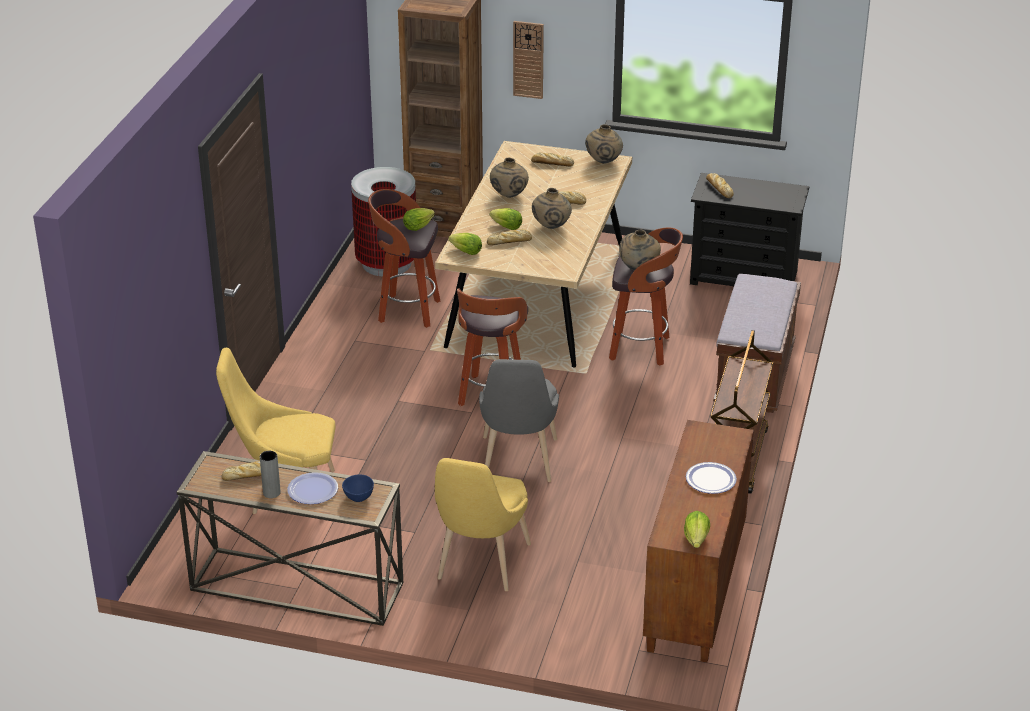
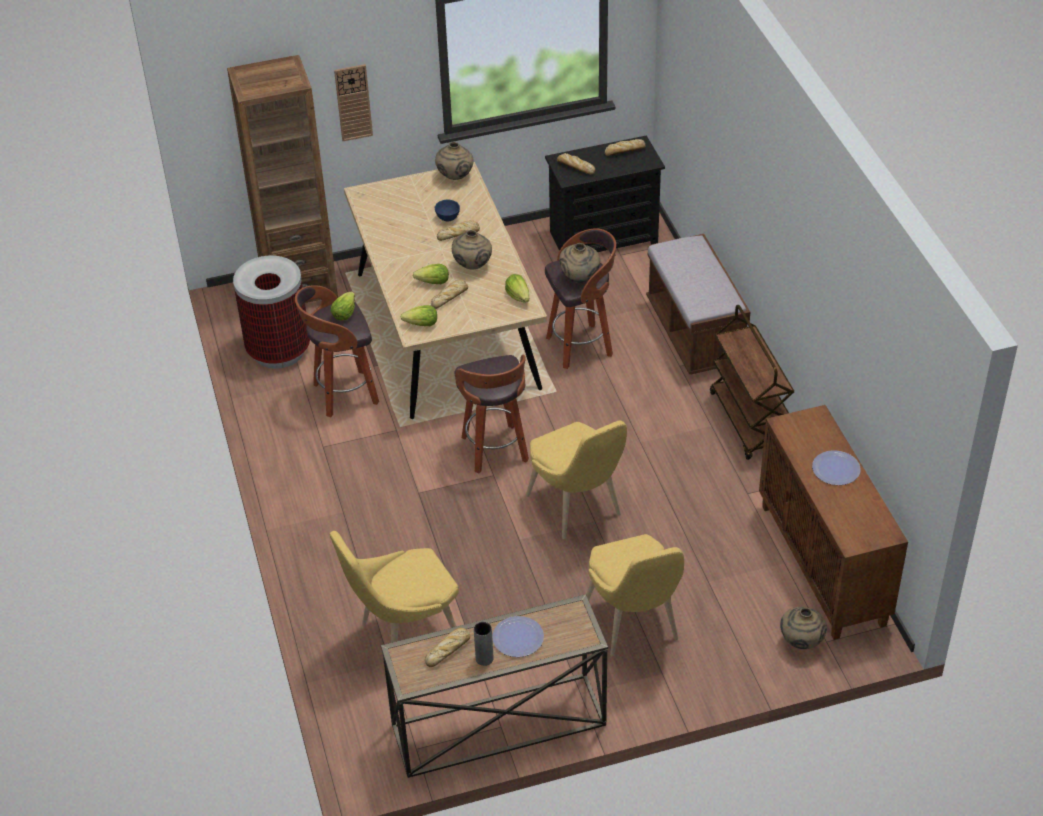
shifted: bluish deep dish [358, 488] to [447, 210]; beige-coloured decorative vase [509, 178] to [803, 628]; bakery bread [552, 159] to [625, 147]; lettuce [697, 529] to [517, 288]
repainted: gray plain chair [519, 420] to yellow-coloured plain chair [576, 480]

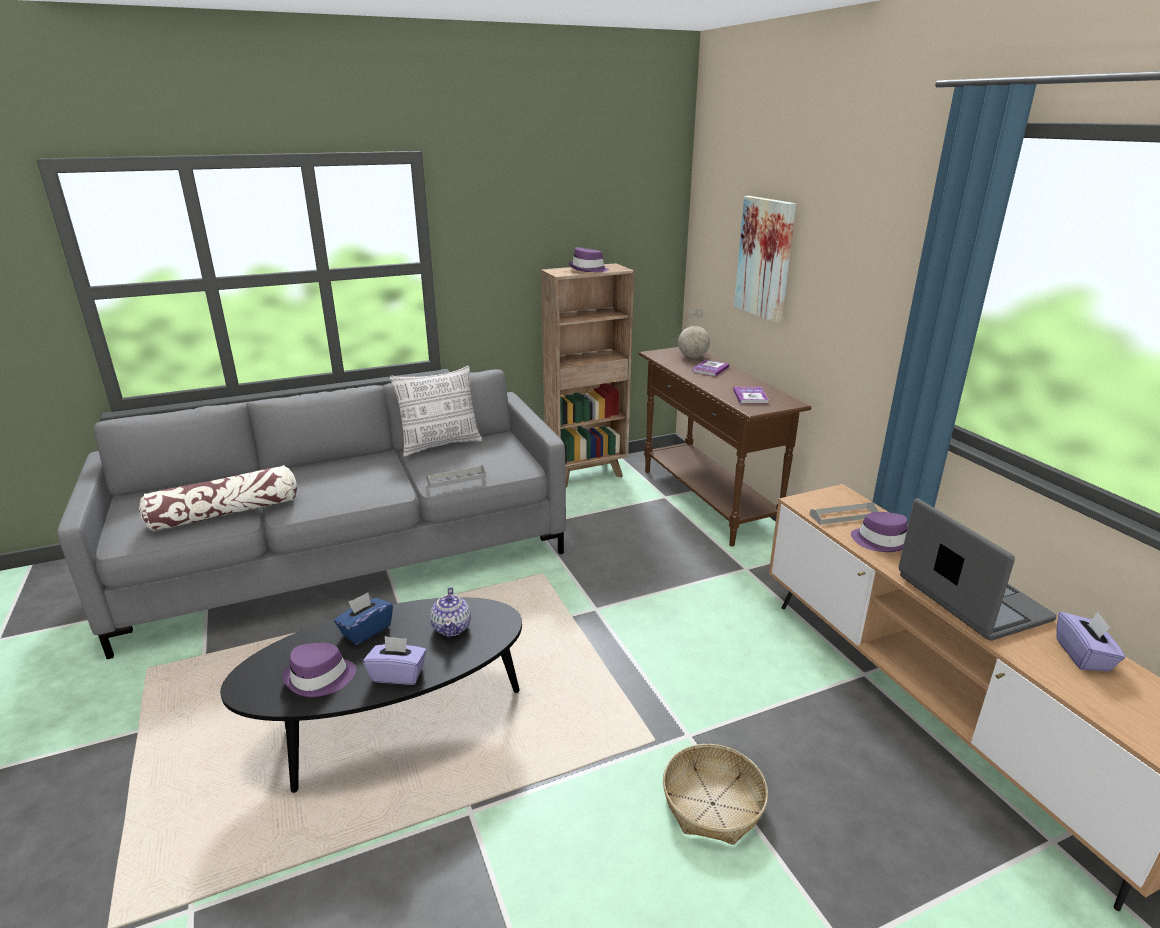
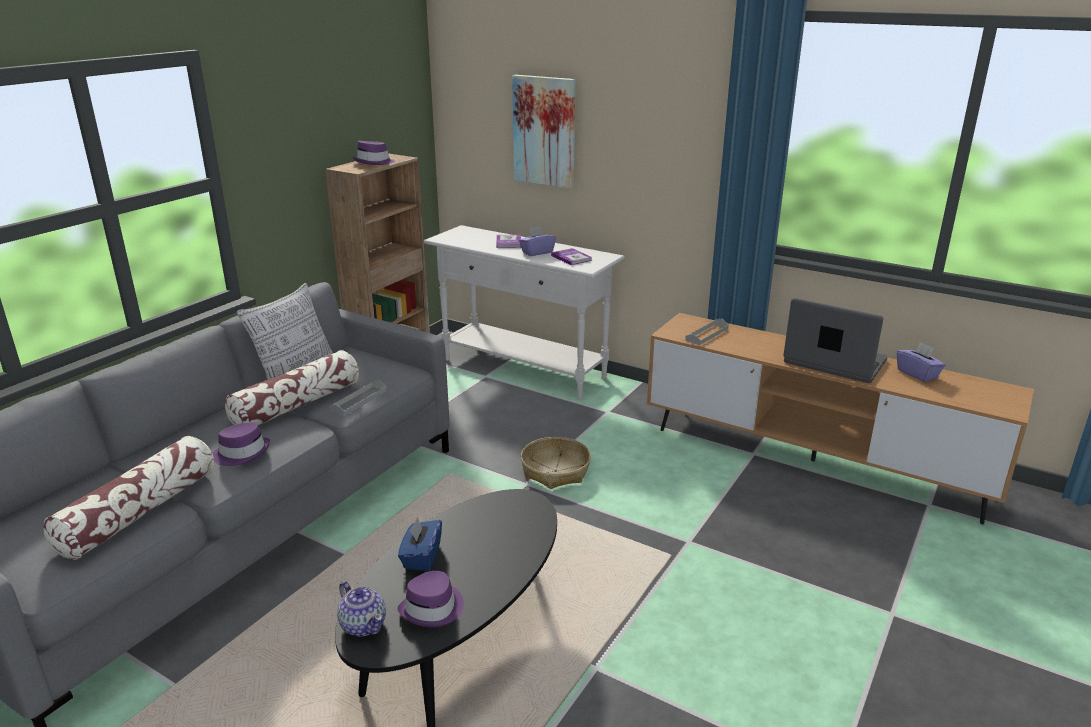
gone: globe [694, 333]
new: pillow [292, 387]
shifted: purple-coloured tissue box [395, 660] to [537, 241]; teapot [450, 612] to [361, 608]; basket [715, 794] to [556, 463]; purple-coloured clothing hat [879, 532] to [241, 444]
repainted: brownish hall table [725, 447] to white-coloured hall table [524, 312]

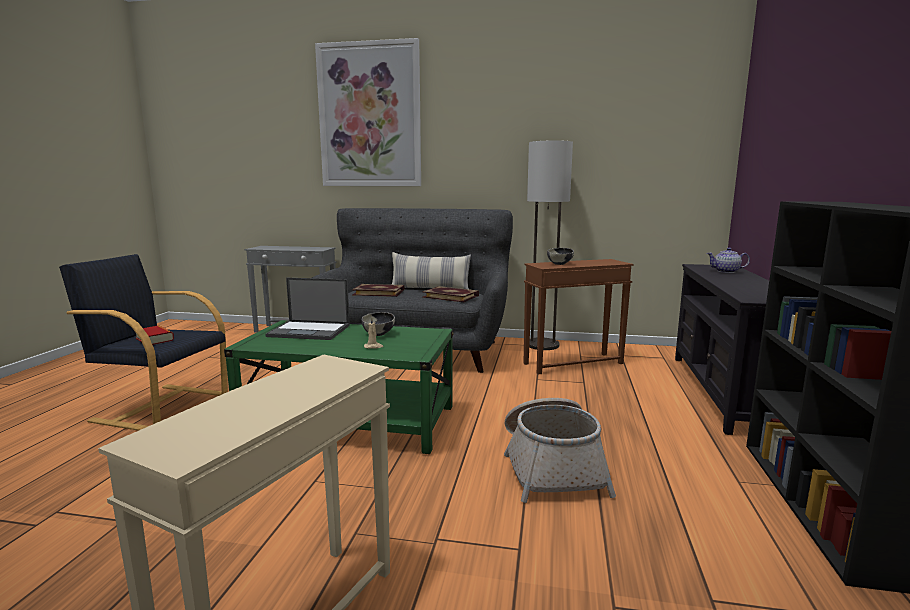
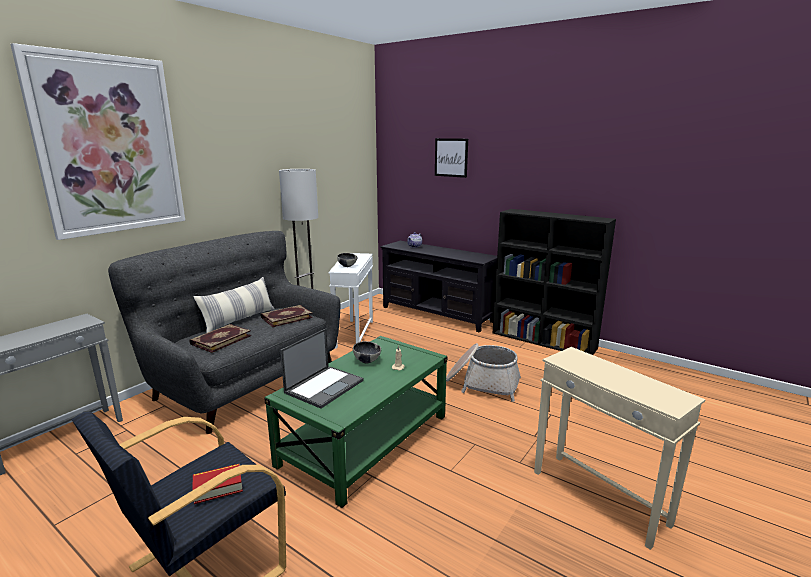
new: wall picture [451, 158]
repainted: brownish end table [578, 317] to white-coloured end table [350, 301]

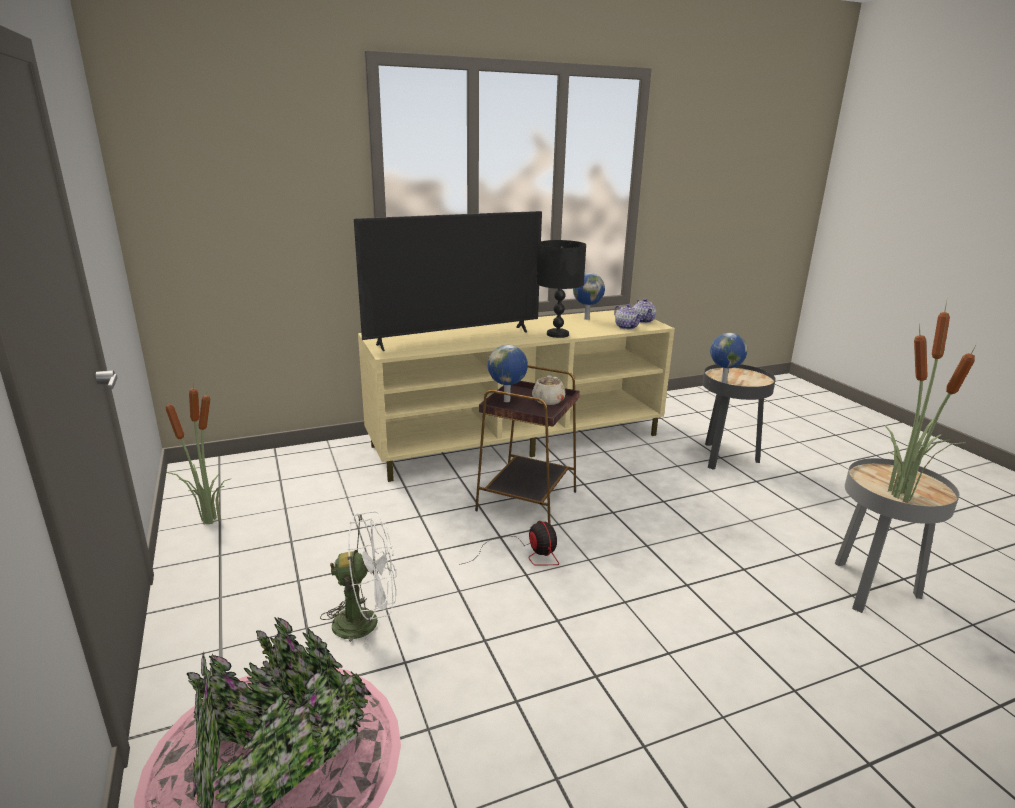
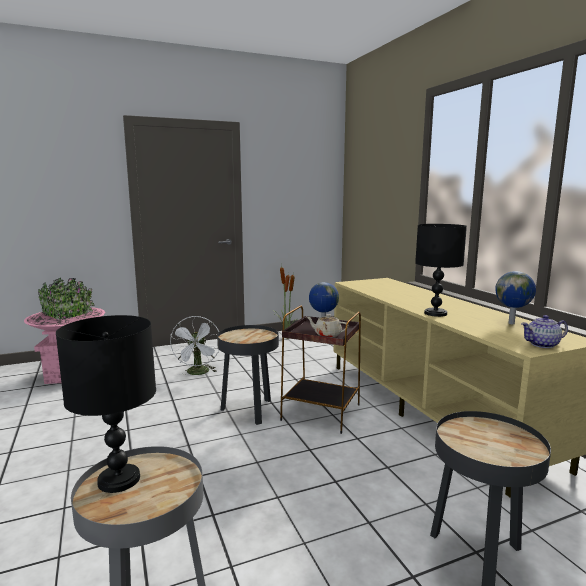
gone: TV [448, 281]; teapot [628, 317]; globe [729, 358]
swapped: cooling fan [509, 543] to black end table [248, 375]; houseplant [931, 402] to black tabletop lamp [106, 404]

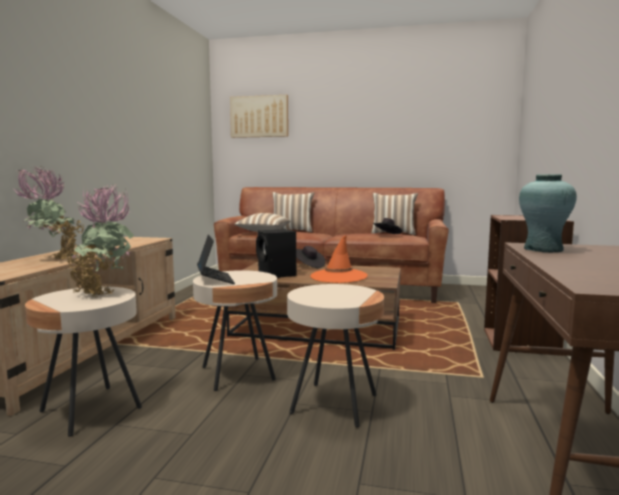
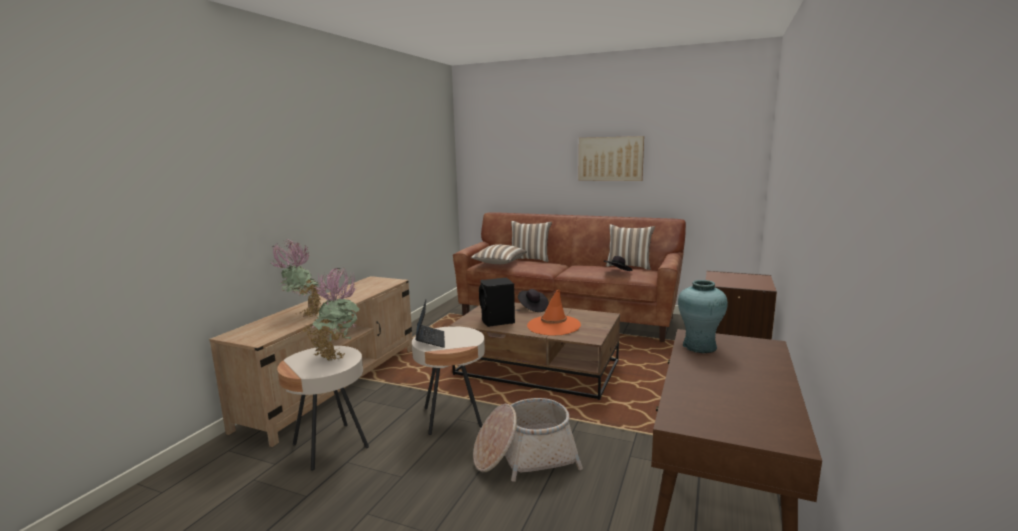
shifted: wall picture [259, 116] to [611, 158]
swapped: beige-coloured end table [335, 355] to basket [528, 440]

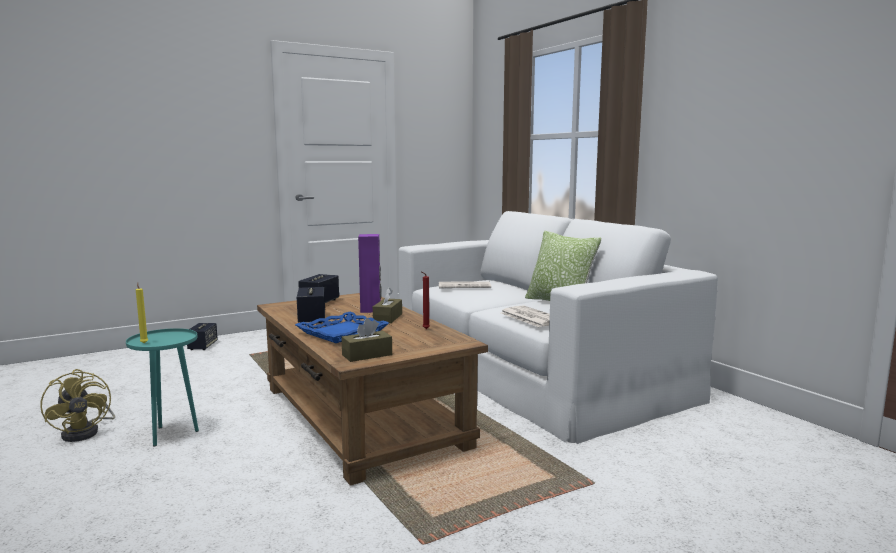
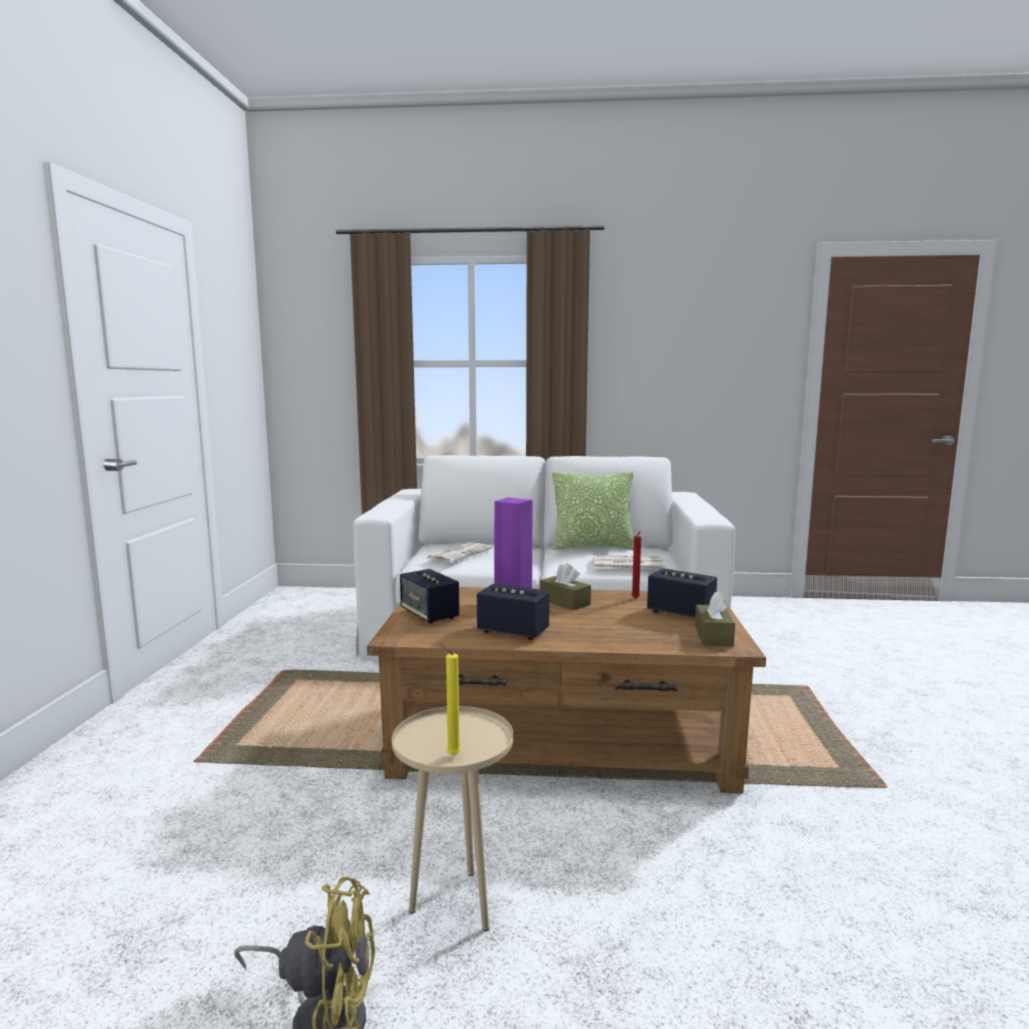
gone: bluish tray [342, 327]
shifted: speaker [202, 336] to [682, 593]
repainted: turquoise end table [162, 387] to beige-coloured end table [452, 818]

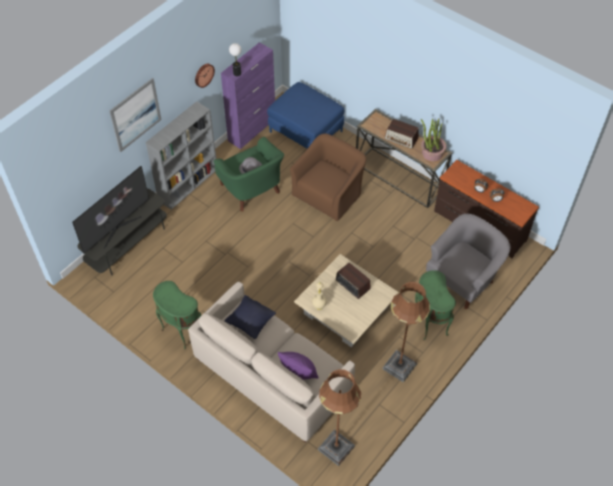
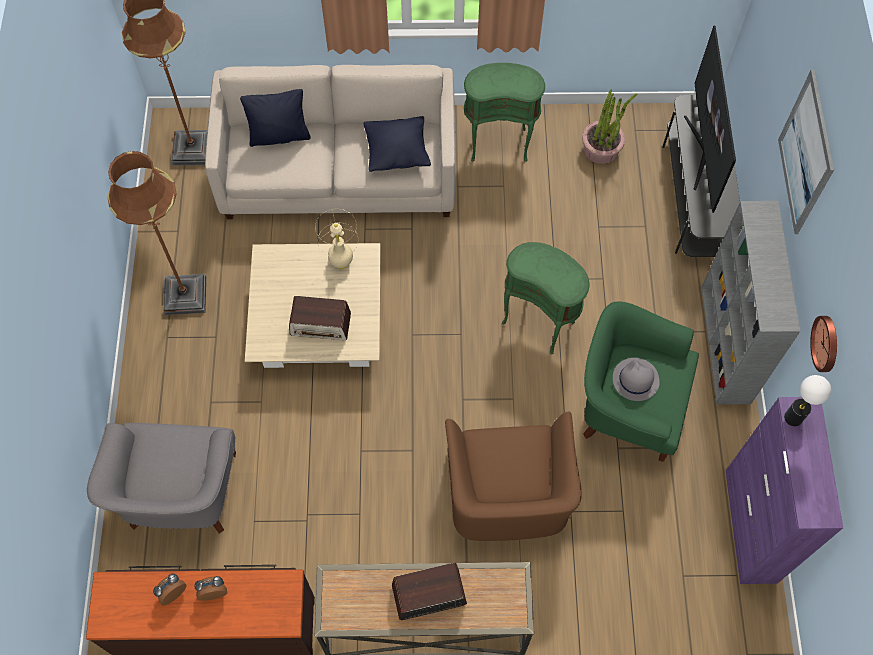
gone: bluish ottoman [305, 115]
shifted: green end table [435, 305] to [545, 298]; houseplant [434, 139] to [609, 126]
repainted: purple-coloured pillow [298, 365] to black pillow [275, 118]

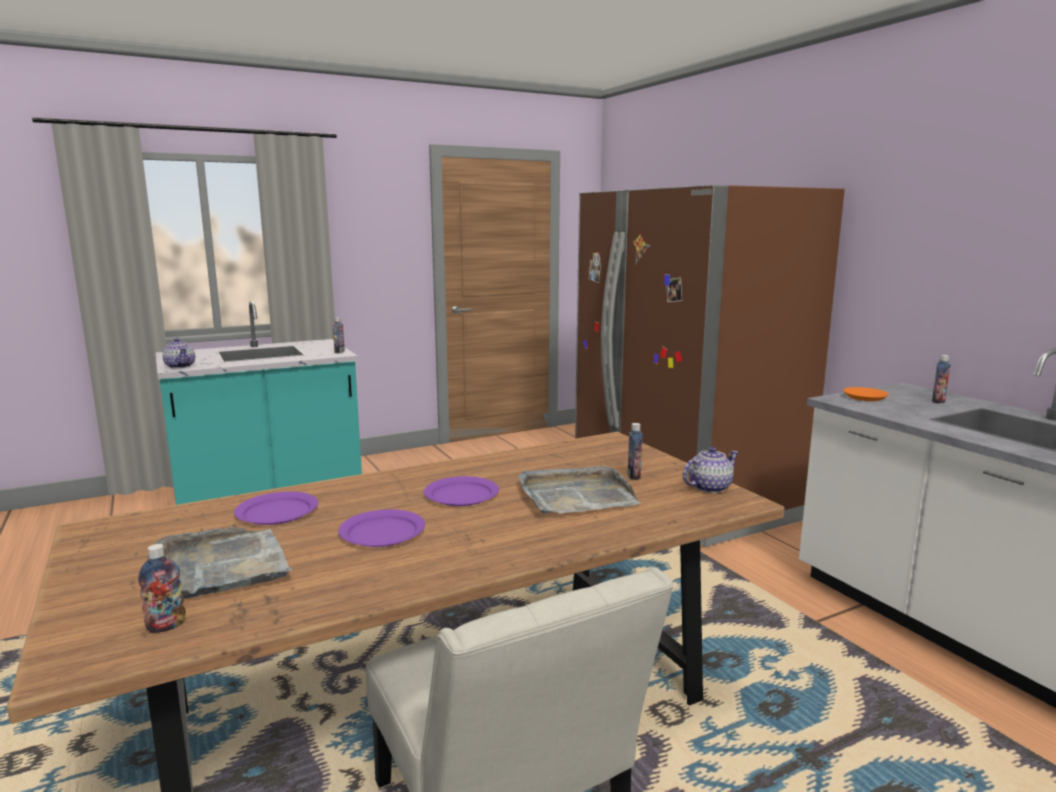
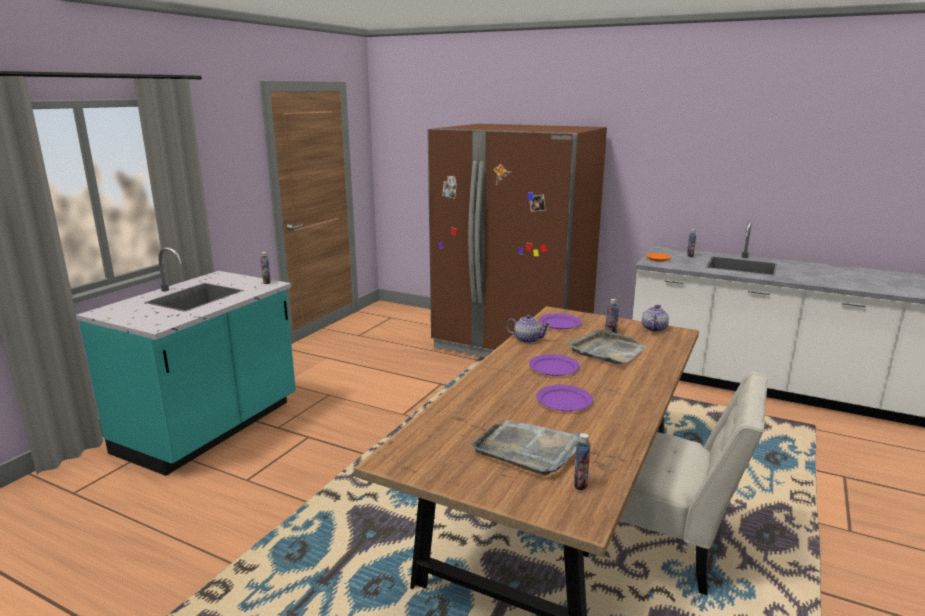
shifted: teapot [178, 353] to [528, 329]; purple-coloured dinner plate [276, 508] to [560, 321]

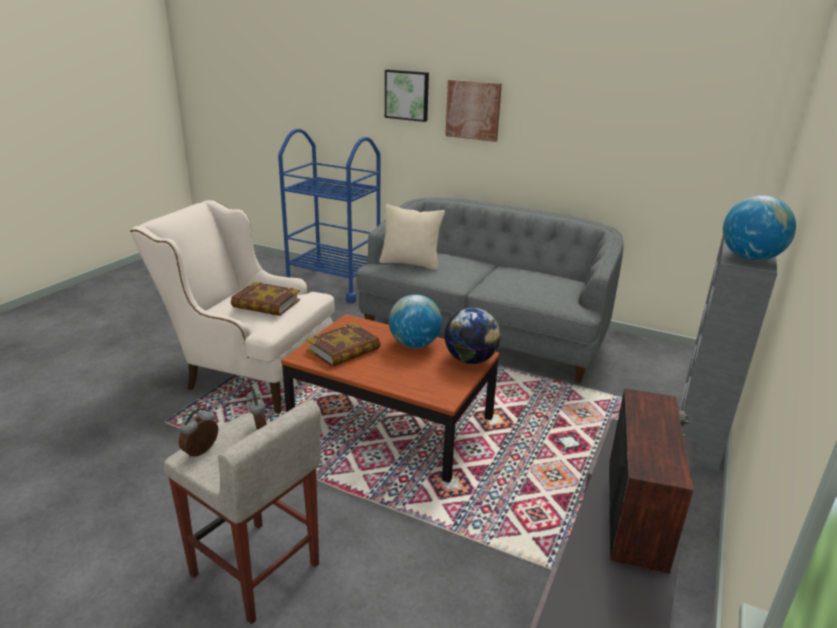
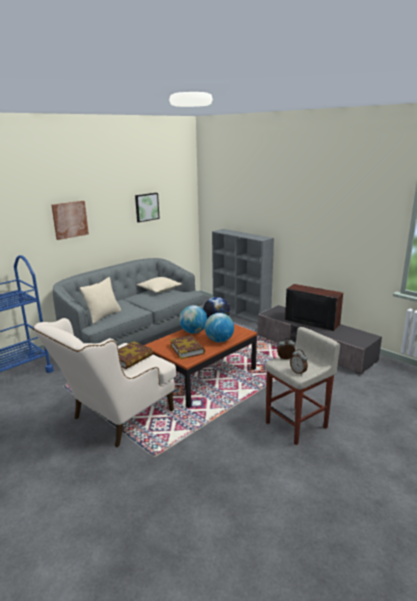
new: beige-coloured pillow [159, 285]
shifted: wall picture [407, 96] to [147, 207]; globe [759, 228] to [219, 327]

